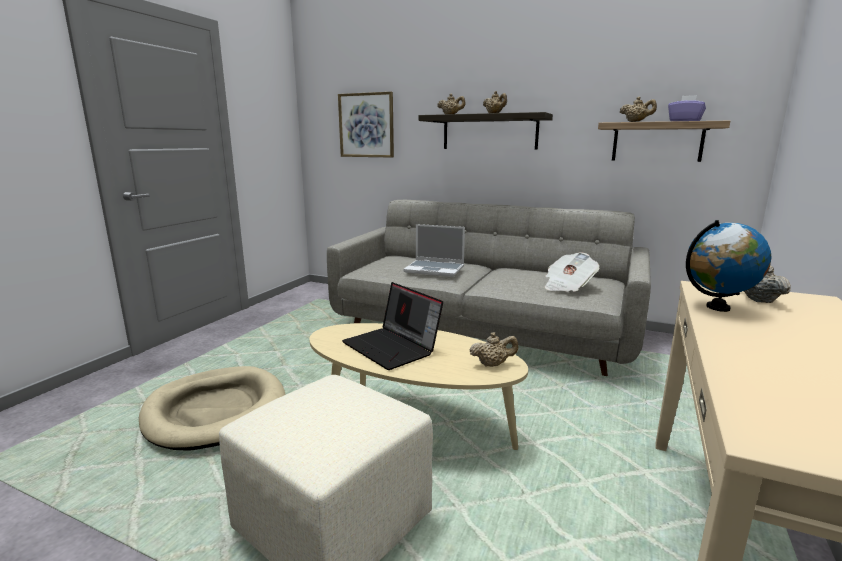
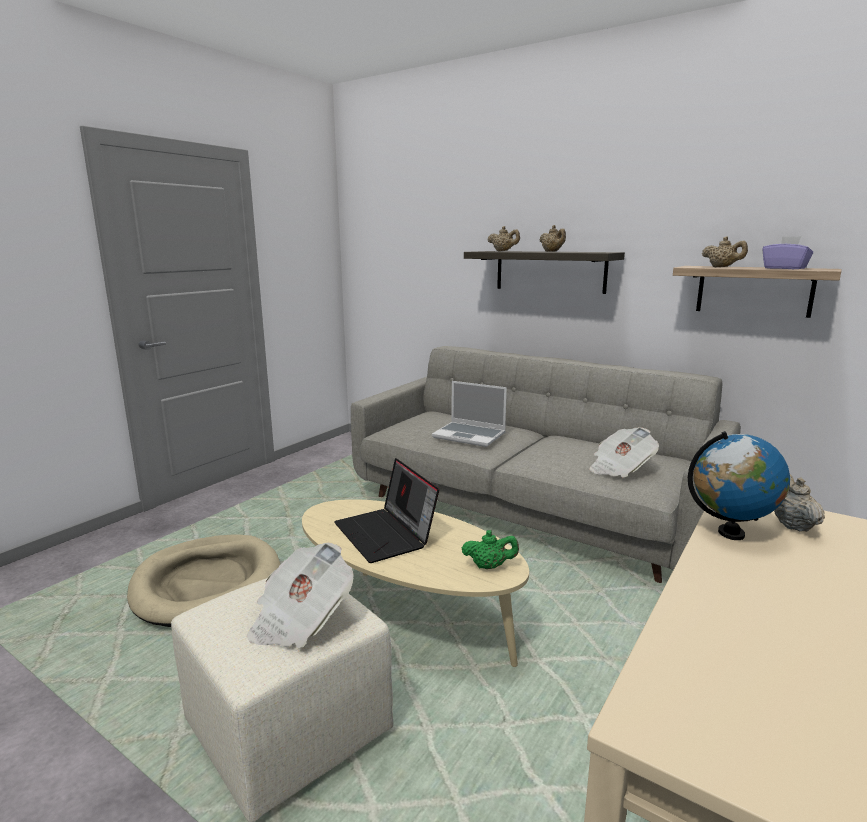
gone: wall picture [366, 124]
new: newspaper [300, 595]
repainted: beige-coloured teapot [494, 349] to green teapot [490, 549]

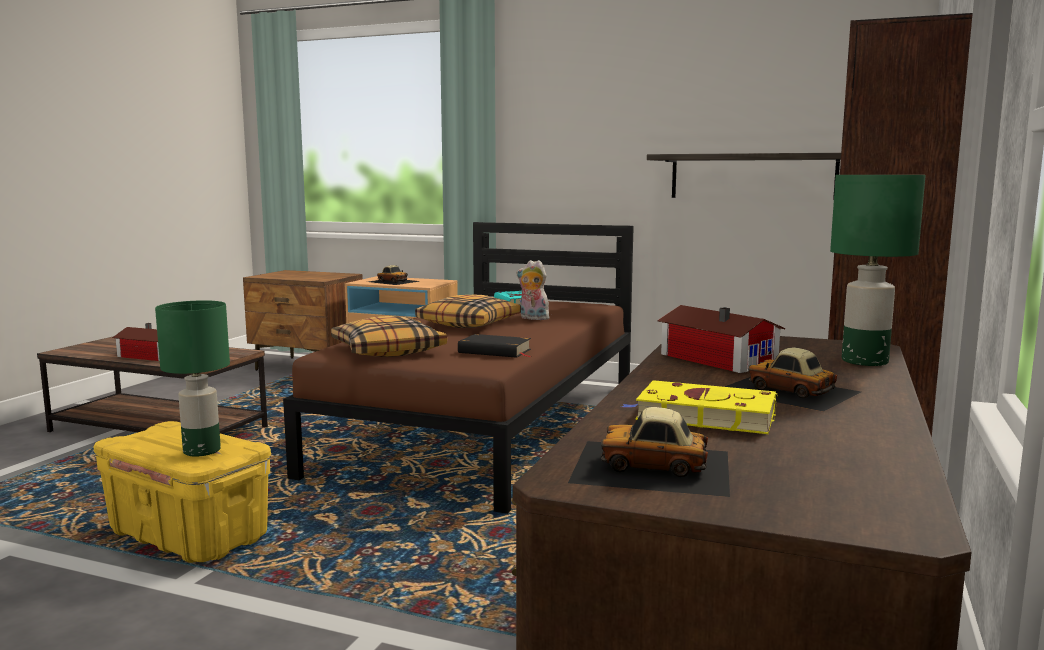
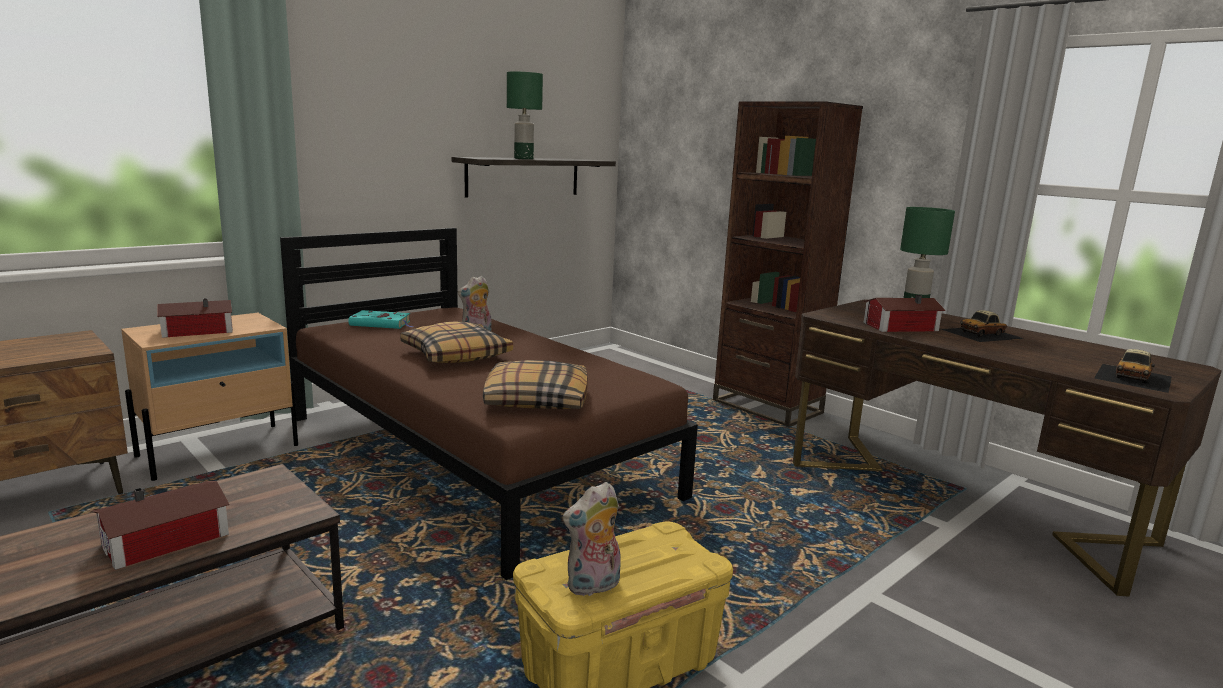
gone: black bound book [494, 346]; yellow-coloured bound book [699, 407]
new: plush toy [592, 539]
shifted: green tabletop lamp [192, 378] to [525, 115]
swapped: miniature car [393, 275] to miniature house [195, 318]

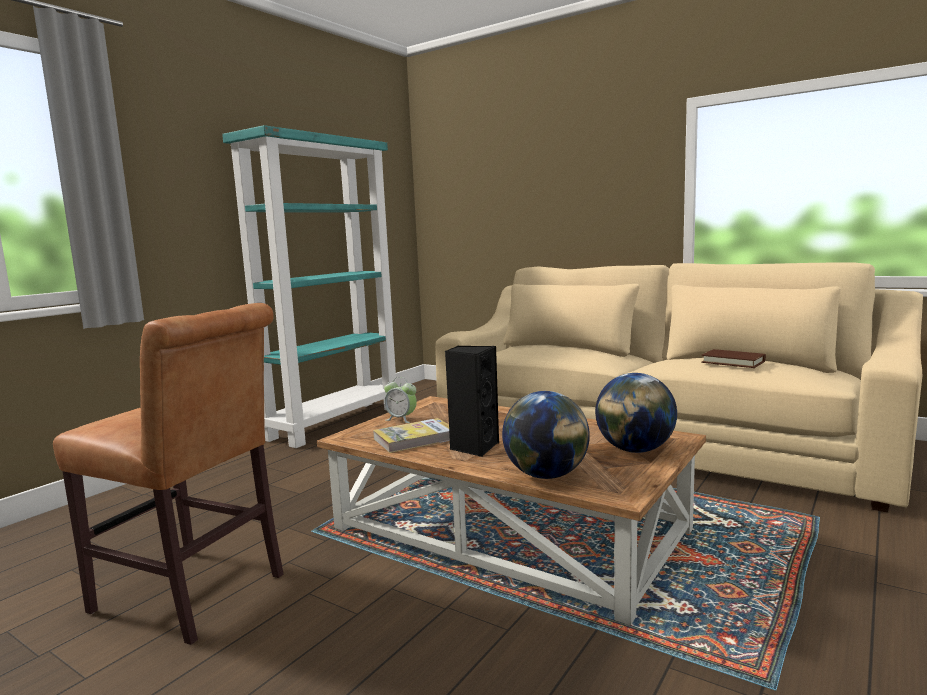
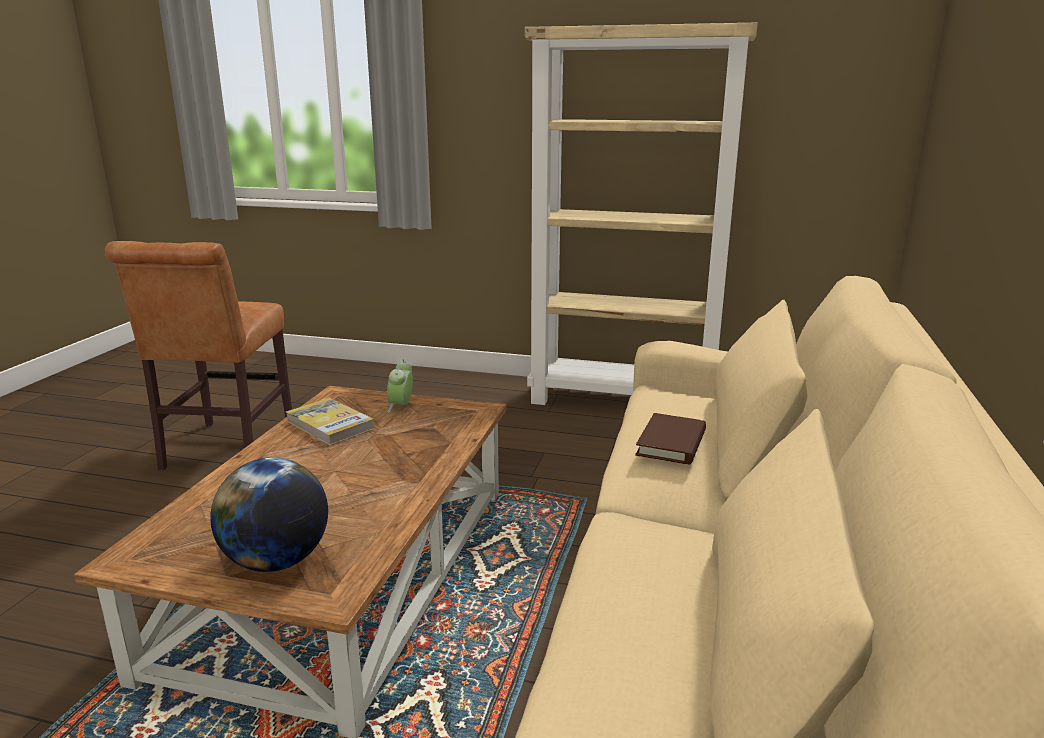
gone: black speaker [472, 401]; globe [546, 435]
shifted: brownish bound book [733, 358] to [670, 439]
repainted: turquoise shelving unit [309, 286] to beige-coloured shelving unit [641, 214]

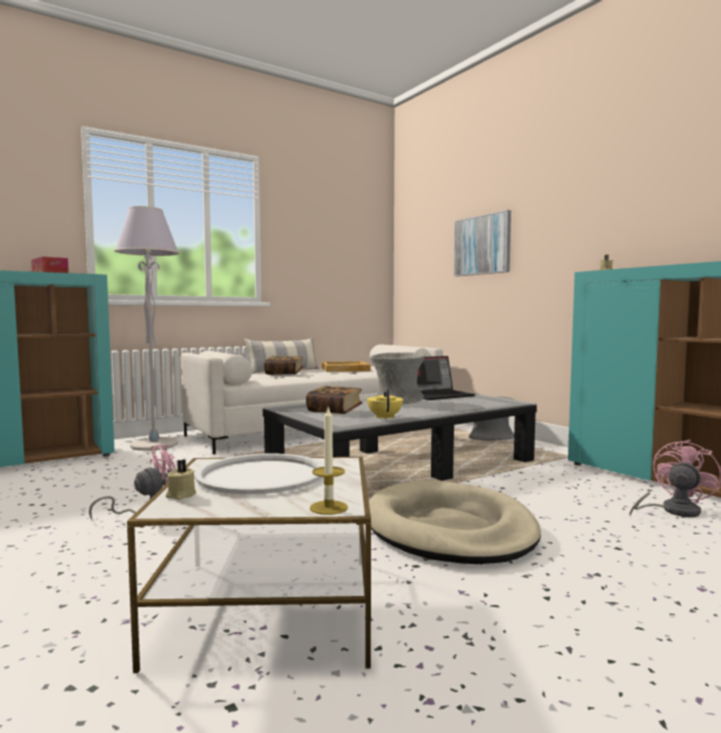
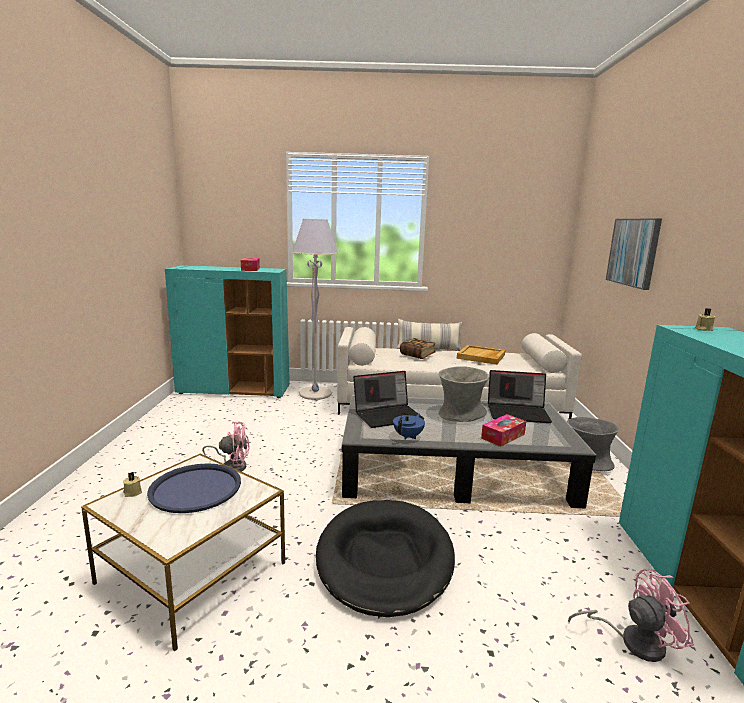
gone: candle [329, 460]
new: tissue box [503, 430]
swapped: bound book [334, 400] to portable computer [388, 399]
repainted: white-coloured tray [259, 473] to bluish tray [194, 488]; yellow-coloured teapot [385, 404] to bluish teapot [409, 426]; beige-coloured pet bed [455, 522] to black pet bed [385, 558]

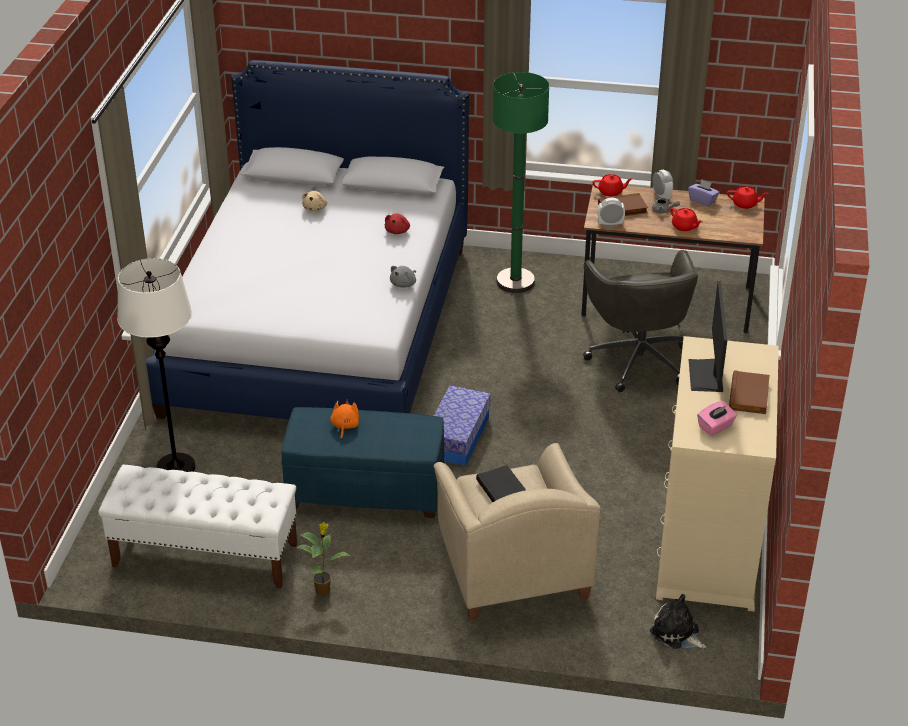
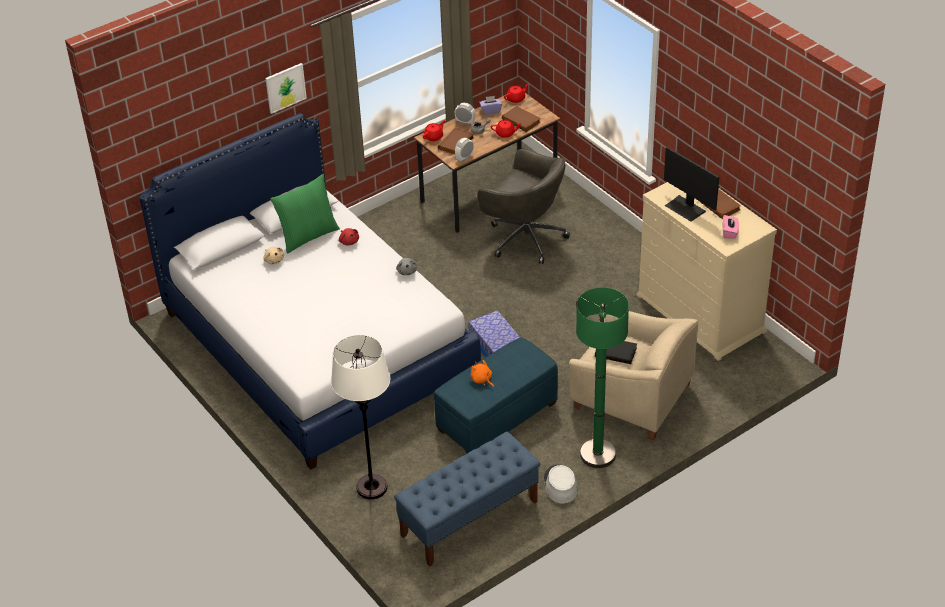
gone: plush toy [678, 621]
new: wall picture [286, 88]; green pillow [305, 213]; brownish bound book [521, 119]
shifted: green standing lamp [520, 182] to [602, 377]
swapped: houseplant [323, 559] to gray clothing hat [561, 484]
repainted: white-coloured long seat [197, 526] to bluish long seat [467, 499]

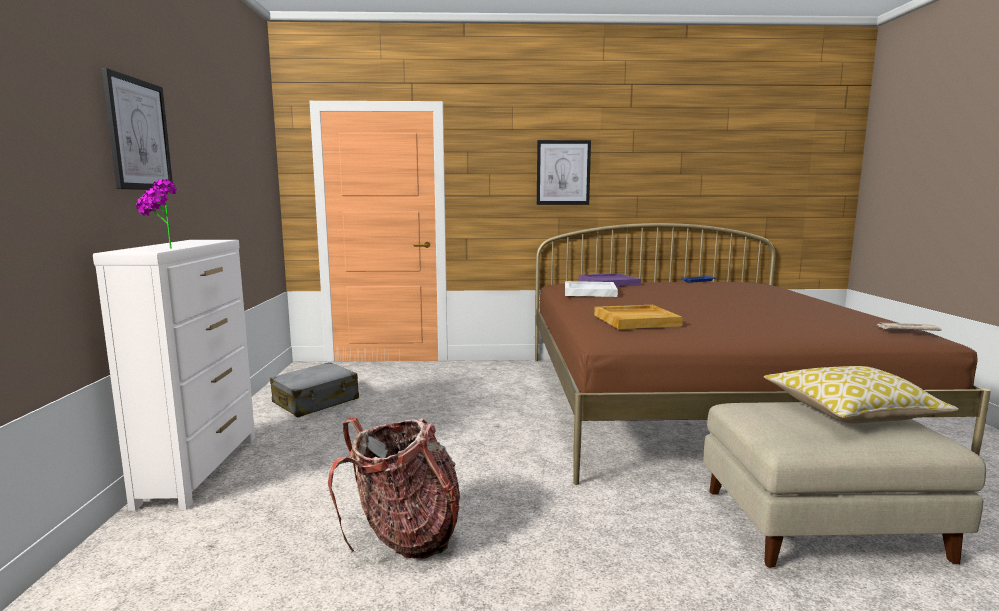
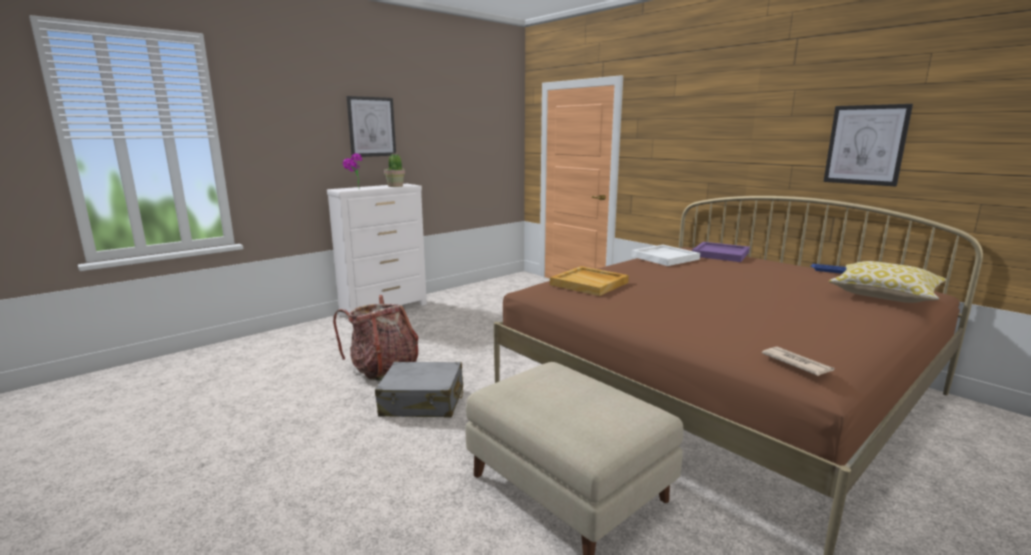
new: houseplant [394, 169]
shifted: gray suitcase [314, 389] to [419, 390]; wall picture [564, 172] to [868, 145]; pillow [861, 394] to [888, 282]

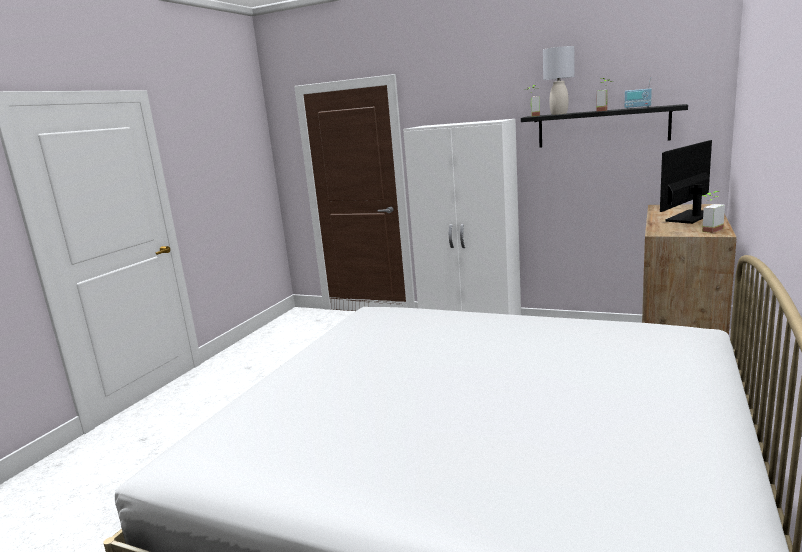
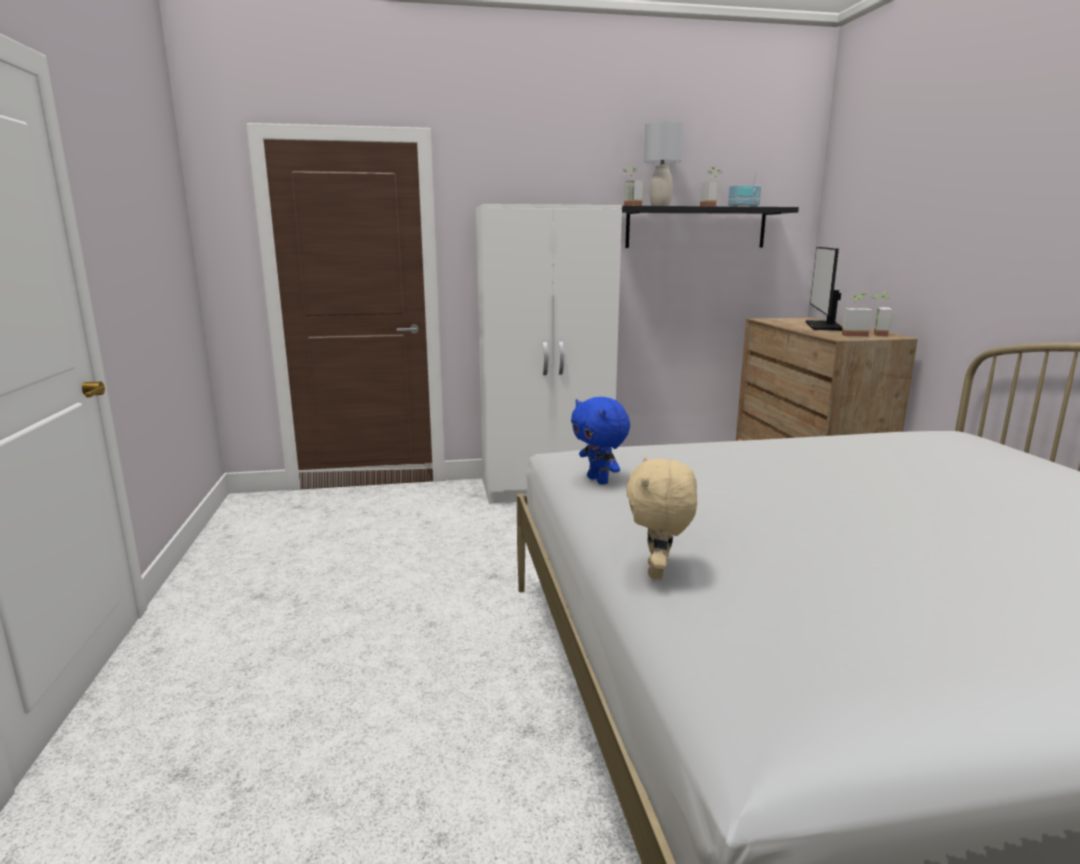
new: bluish plush toy [600, 441]; beige-coloured plush toy [661, 518]; houseplant [857, 315]

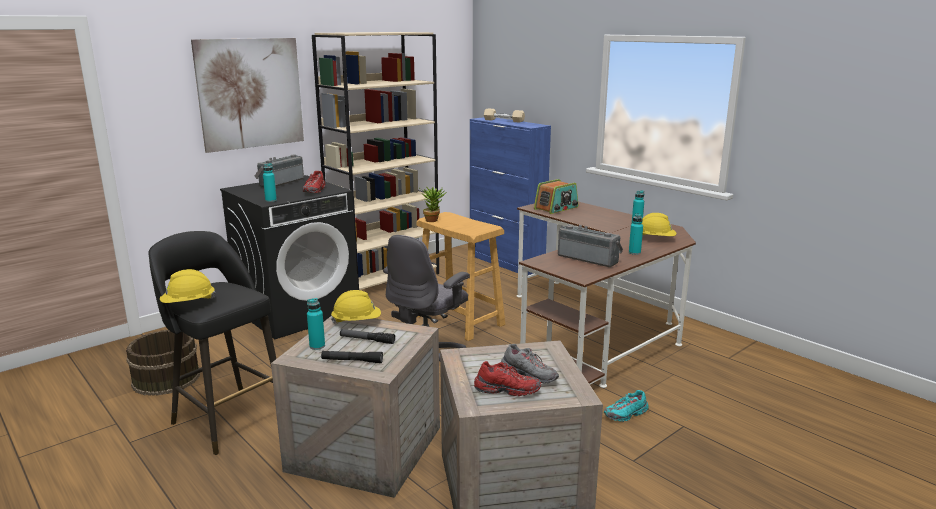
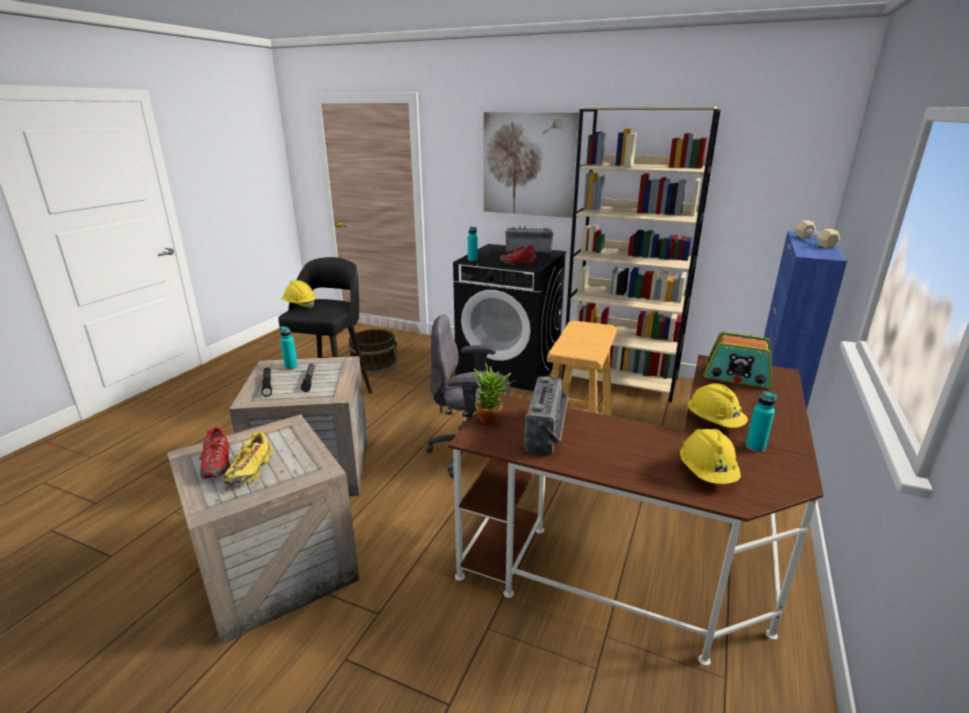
gone: turquoise item of footwear [626, 406]; turquoise beverage bottle [636, 234]
shifted: yellow-coloured safety helmet [356, 307] to [718, 405]; houseplant [433, 204] to [495, 393]
repainted: gray item of footwear [530, 364] to yellow-coloured item of footwear [248, 458]

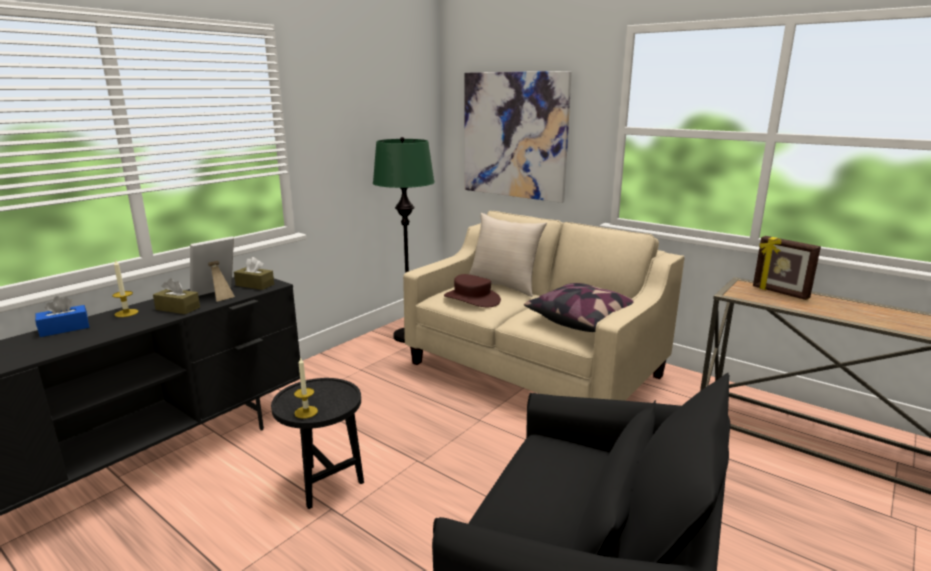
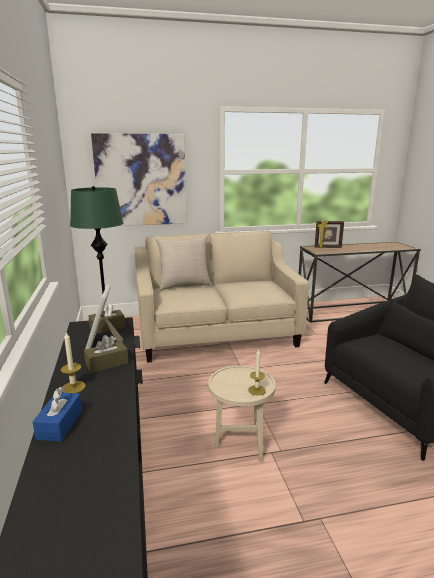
gone: brownish clothing hat [472, 290]; pillow [579, 307]
repainted: black end table [317, 443] to beige-coloured end table [242, 413]

